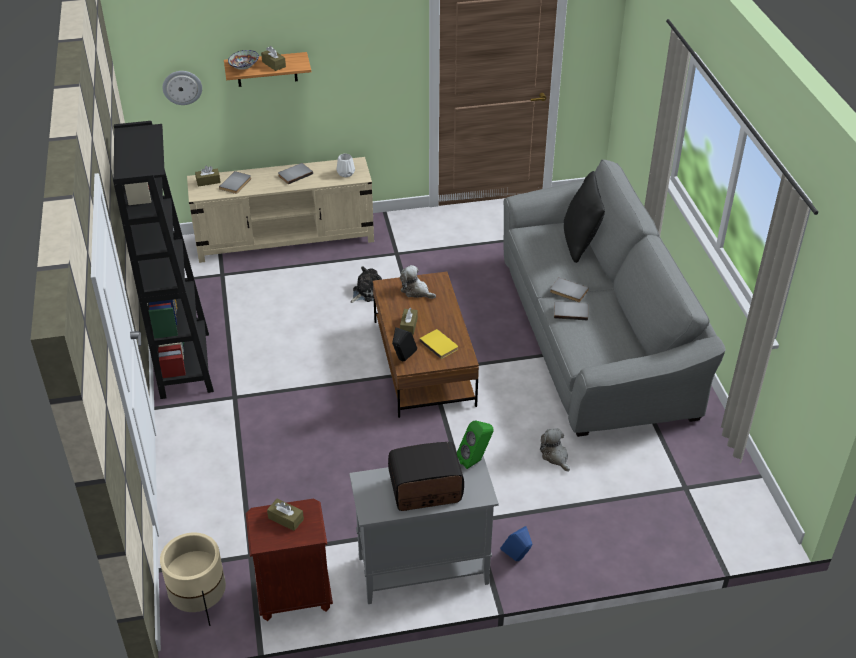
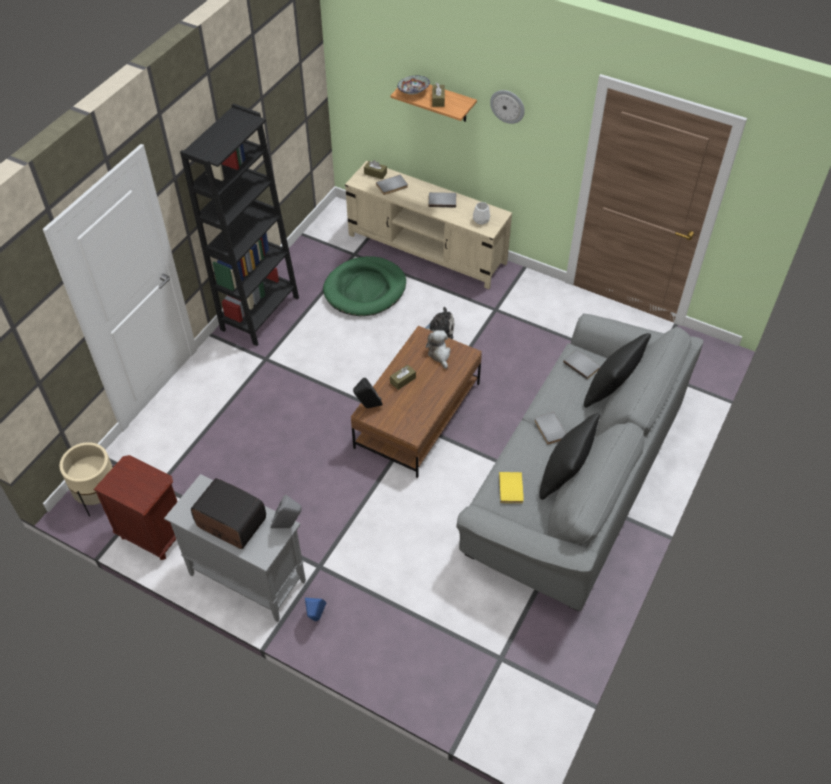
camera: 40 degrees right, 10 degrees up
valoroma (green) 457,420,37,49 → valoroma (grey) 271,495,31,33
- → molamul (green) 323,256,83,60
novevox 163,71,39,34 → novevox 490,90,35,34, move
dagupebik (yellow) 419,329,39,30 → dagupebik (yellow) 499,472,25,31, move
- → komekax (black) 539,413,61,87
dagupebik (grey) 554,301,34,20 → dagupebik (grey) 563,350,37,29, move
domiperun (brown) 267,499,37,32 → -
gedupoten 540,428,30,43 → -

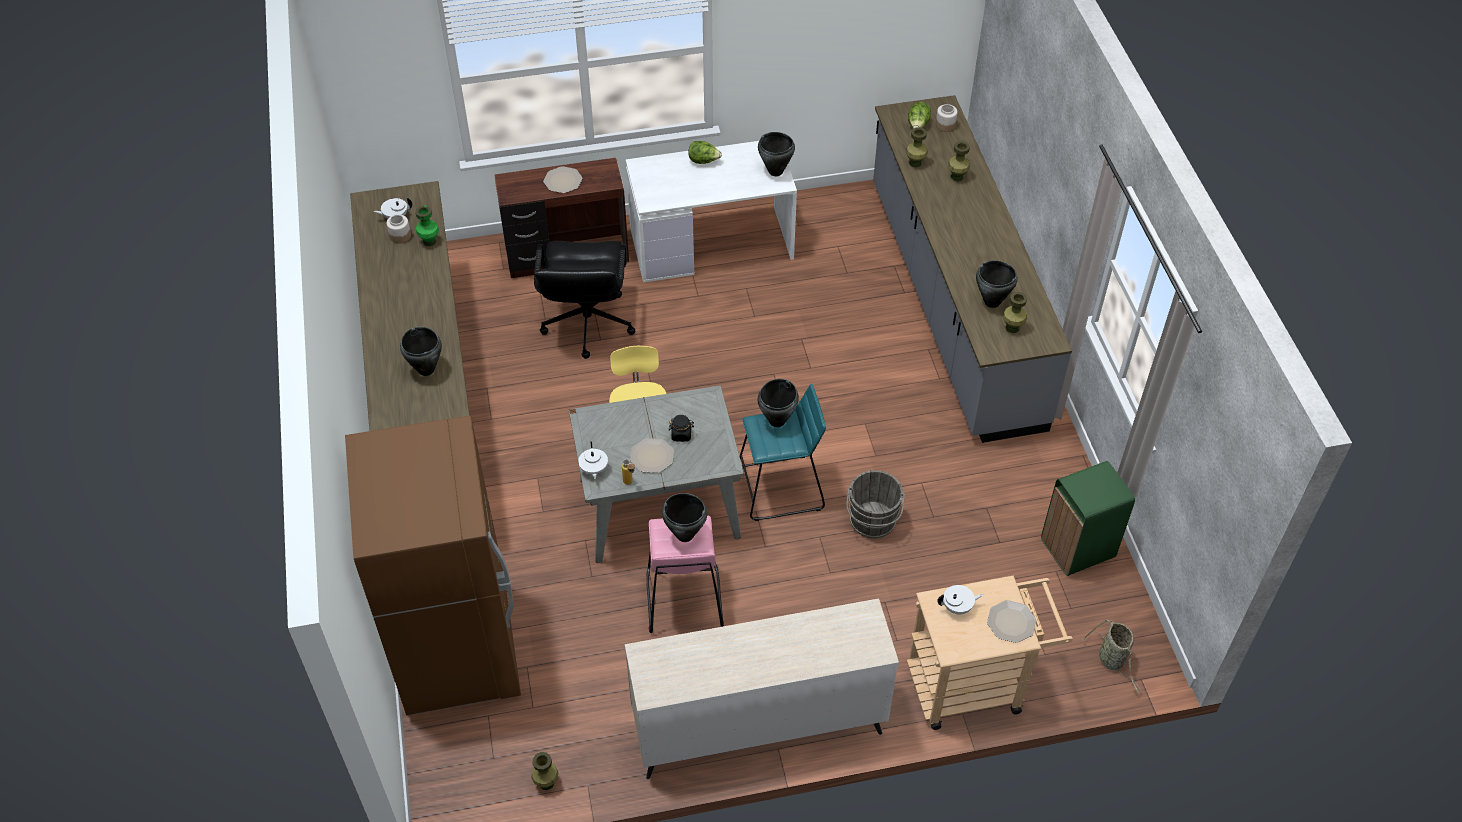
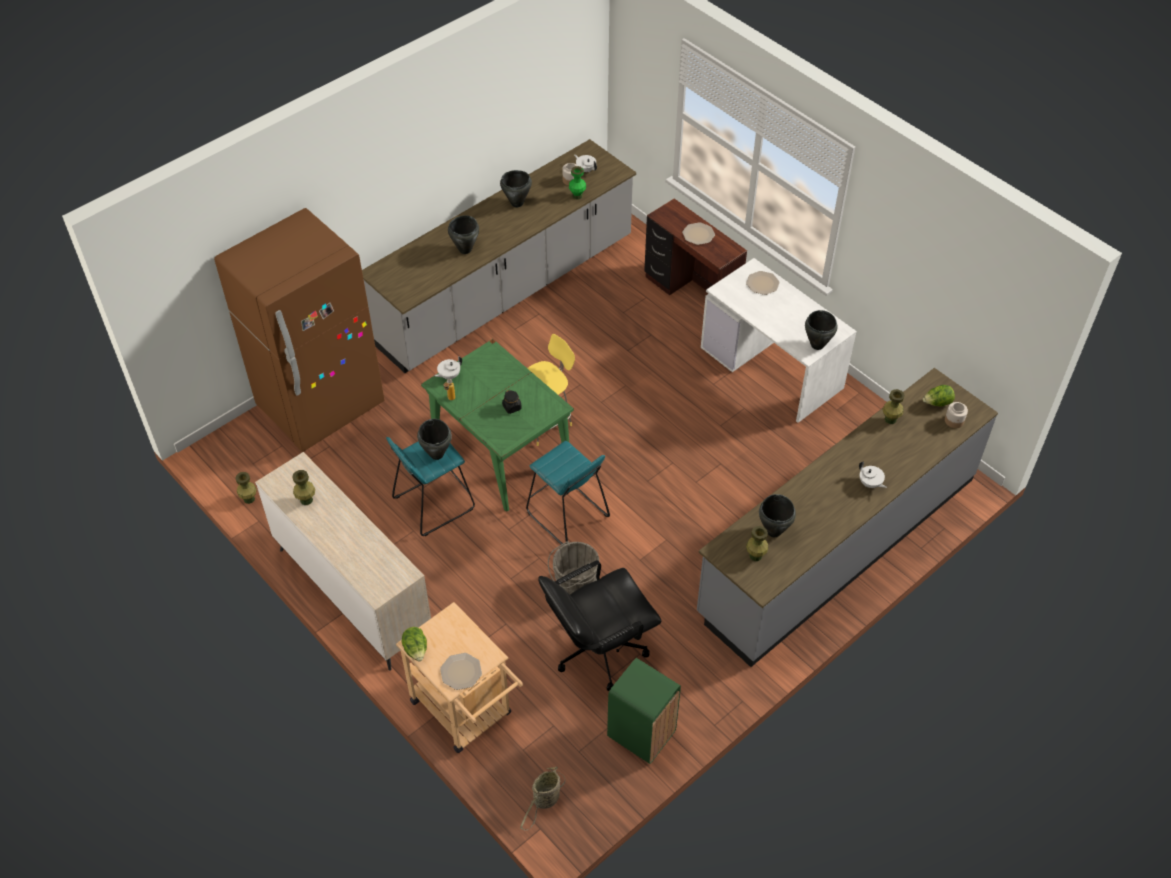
camera: 60 degrees right, 0 degrees up
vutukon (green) 948,141,22,40 → vutukon (green) 293,470,22,35, move
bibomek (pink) 646,515,78,118 → bibomek (turquoise) 386,437,89,99
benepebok 688,141,34,23 → benepebok 402,627,25,34, move
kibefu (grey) 569,385,175,178 → kibefu (green) 421,339,153,172
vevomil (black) 758,379,41,48 → vevomil (black) 500,170,32,37, move
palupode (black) 534,241,101,118 → palupode (black) 538,560,123,131, move
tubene 630,438,44,35 → tubene 746,271,34,24, move
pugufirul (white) 937,585,46,29 → pugufirul (white) 859,462,28,26, move

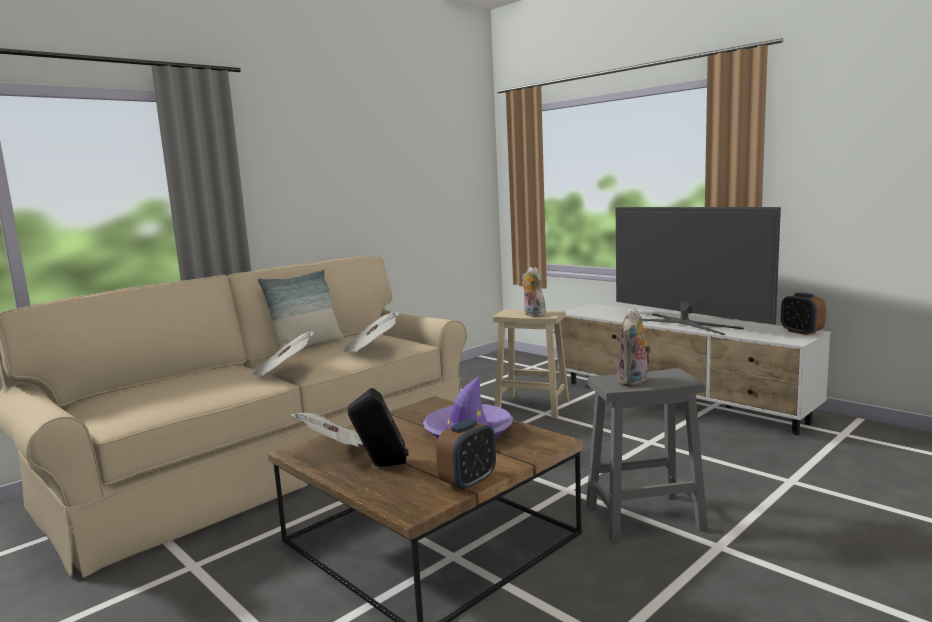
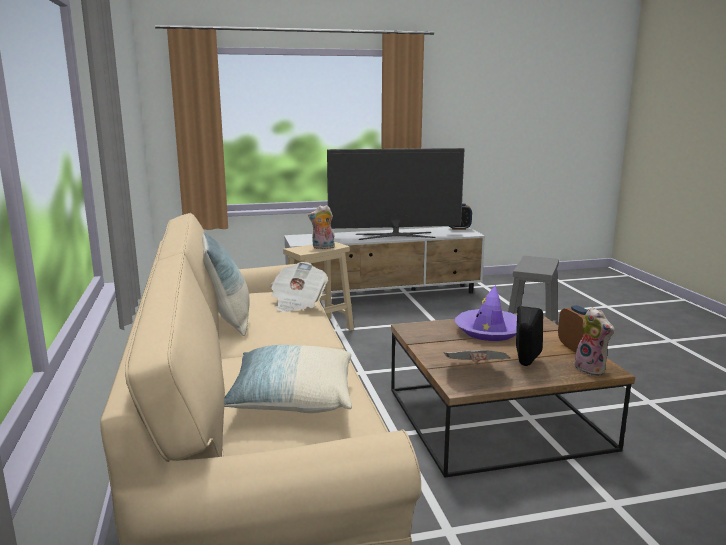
camera: 60 degrees left, 5 degrees up
- → komekax 224,345,128,68
gedupoten 617,308,35,79 → gedupoten 574,307,40,69, move
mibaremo 250,331,64,46 → -

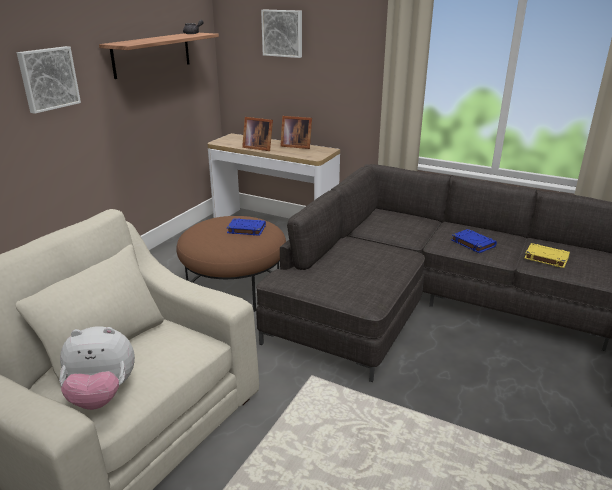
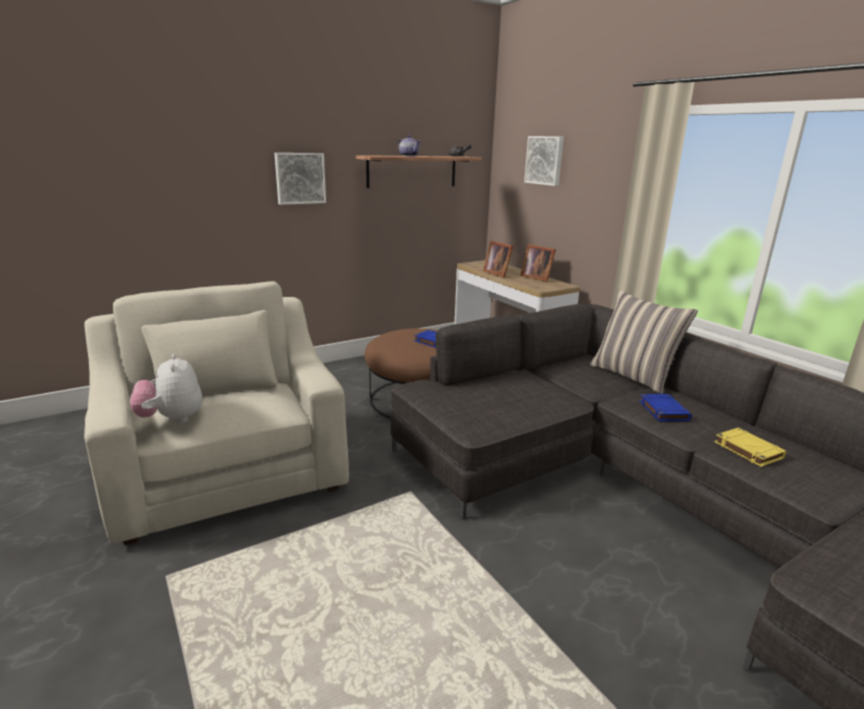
camera: 30 degrees right, 5 degrees down
gedupoten 59,326,76,84 → gedupoten 130,354,72,69, 45 degrees clockwise
- → pugufirul 398,135,22,21
- → komekax 590,289,108,105

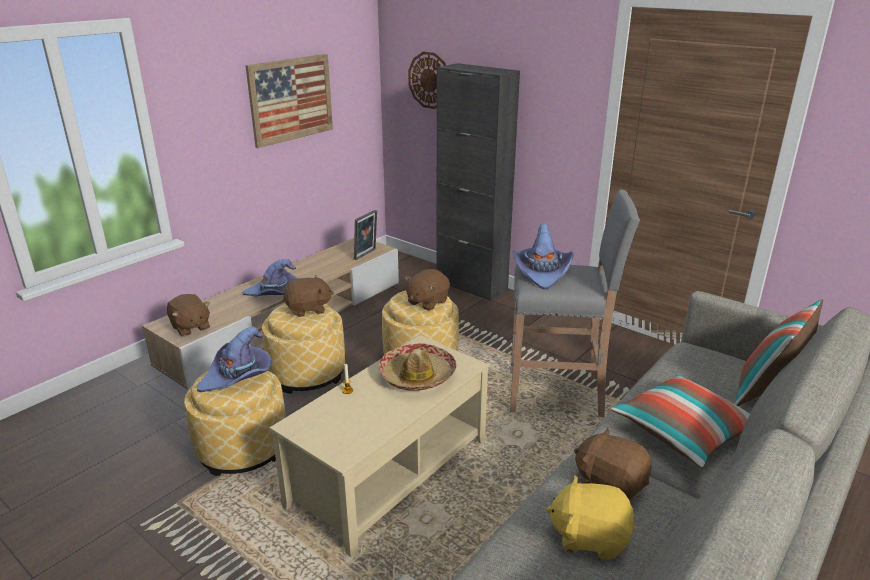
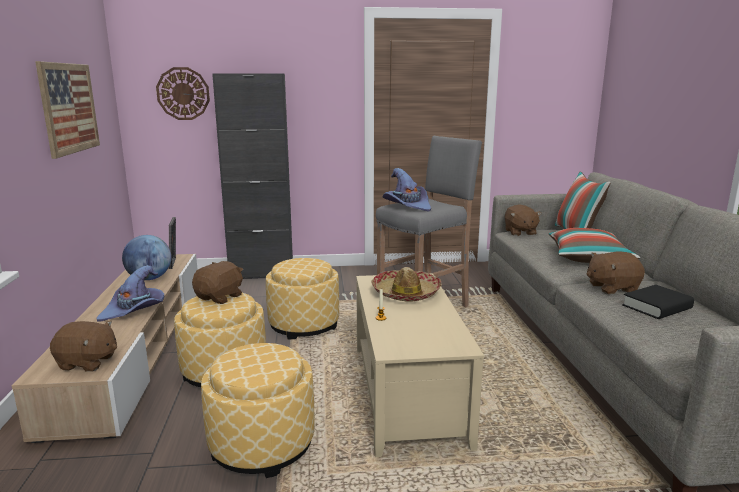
camera: 45 degrees left, 10 degrees down
- → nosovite 122,235,49,45
gedupoten (brown) 405,269,45,42 → gedupoten (brown) 505,204,37,32, move
gedupoten (yellow) 546,475,89,85 → dagupebik (black) 622,285,72,34
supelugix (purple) 197,326,74,66 → -

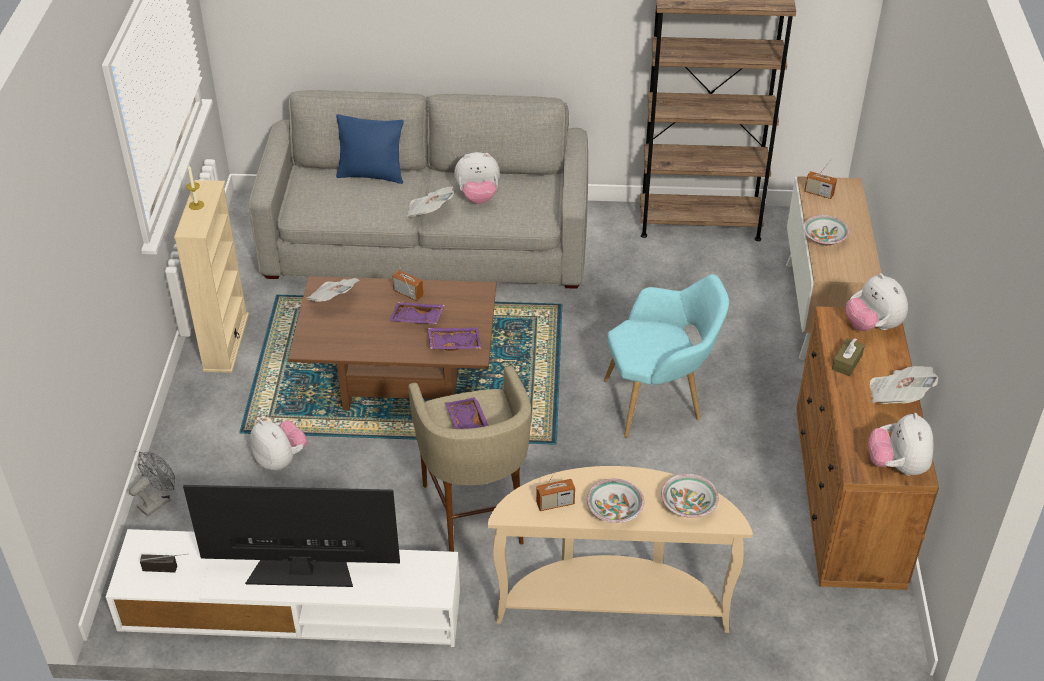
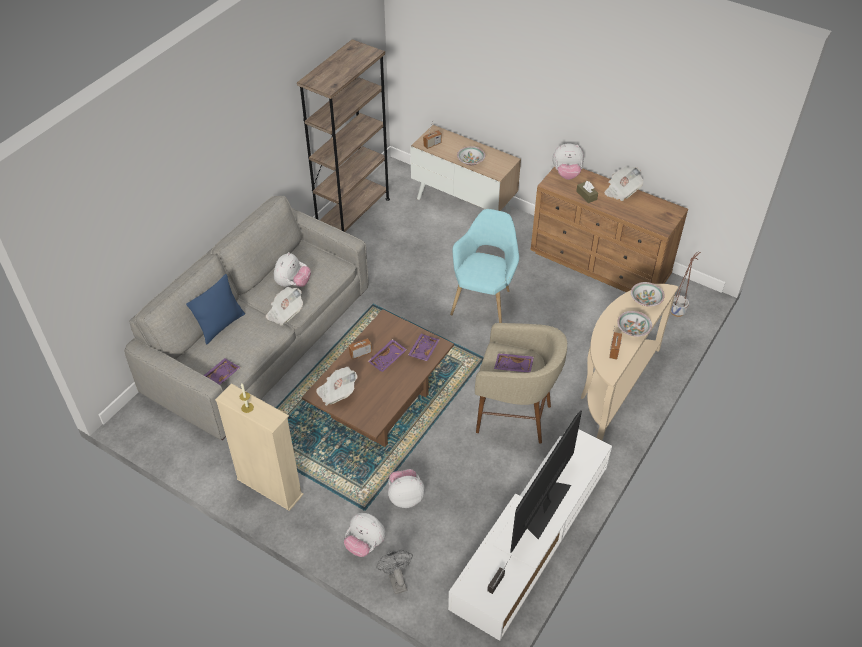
camera: 60 degrees left, 5 degrees up
- → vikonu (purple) 204,358,37,27
gedupoten 868,413,66,63 → gedupoten 344,513,42,44, move
- → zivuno 671,251,30,66

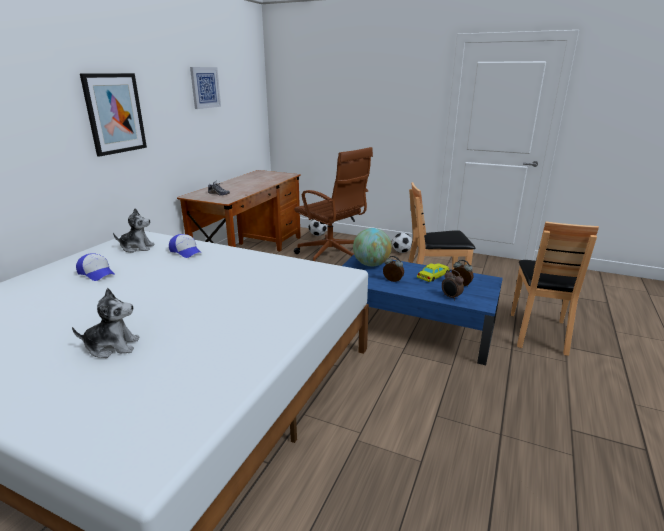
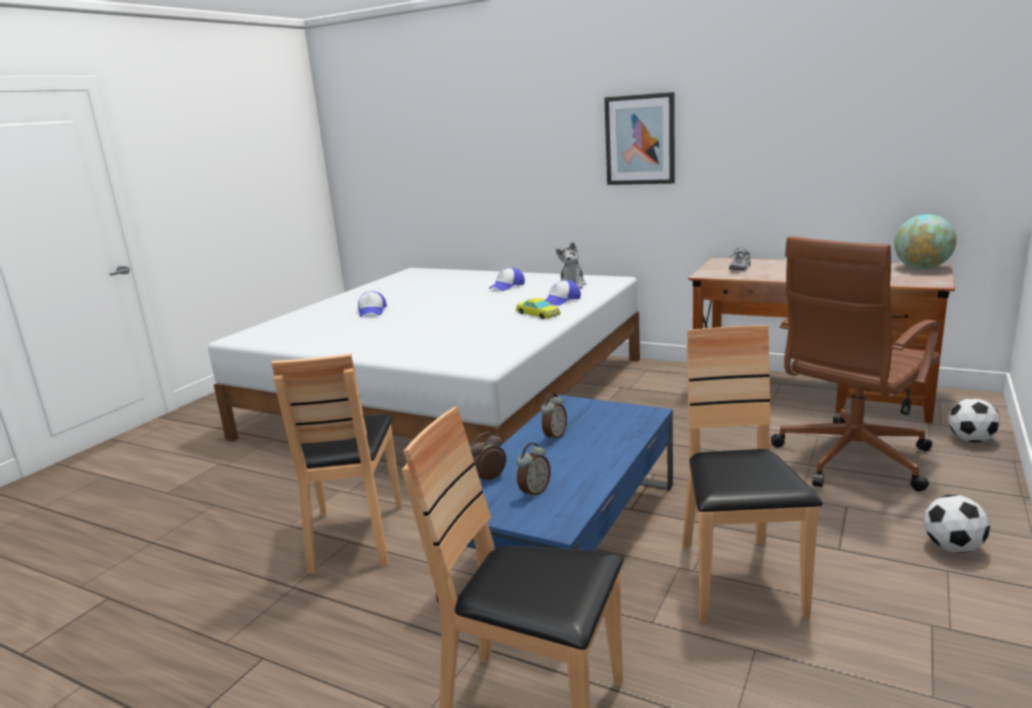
camera: 95 degrees right, 5 degrees down
- → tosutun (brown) 271,354,131,220
gedupoten 72,288,68,70 → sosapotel 358,291,29,26
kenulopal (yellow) 417,263,33,19 → kenulopal (yellow) 516,298,44,21, move
nosovite 353,228,39,39 → nosovite 894,214,63,55, move
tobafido 190,67,31,42 → -

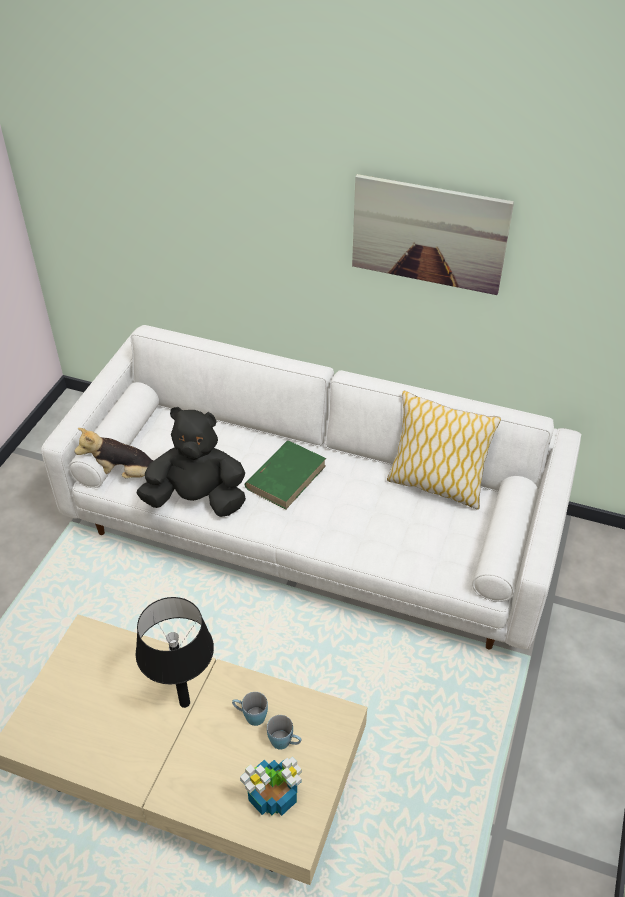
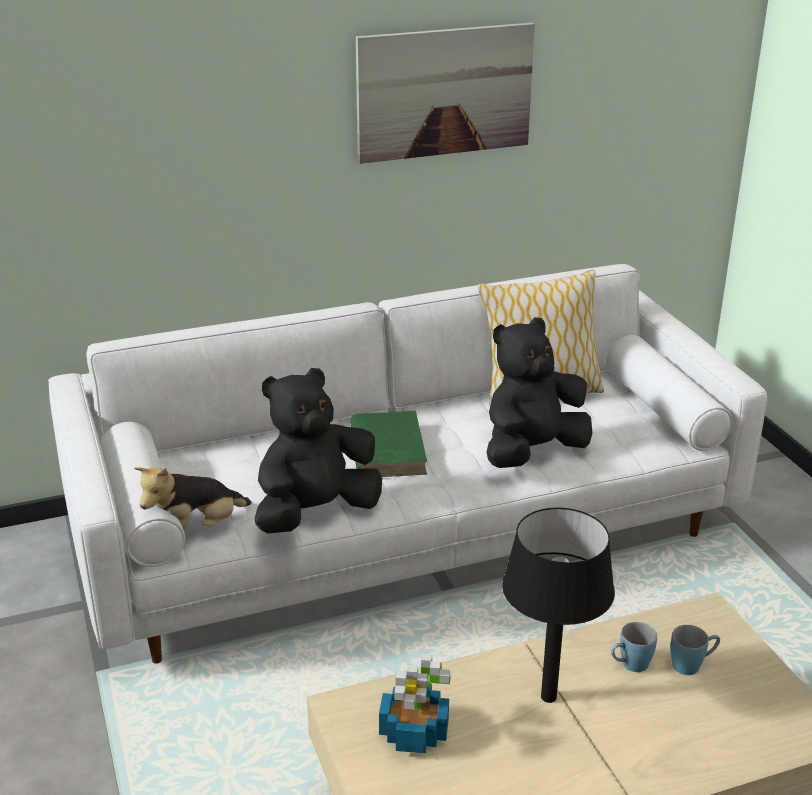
camera: 40 degrees left, 15 degrees down
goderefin 240,756,62,60 → goderefin 379,653,72,101, move
- → gedupoten (black) 487,317,105,151

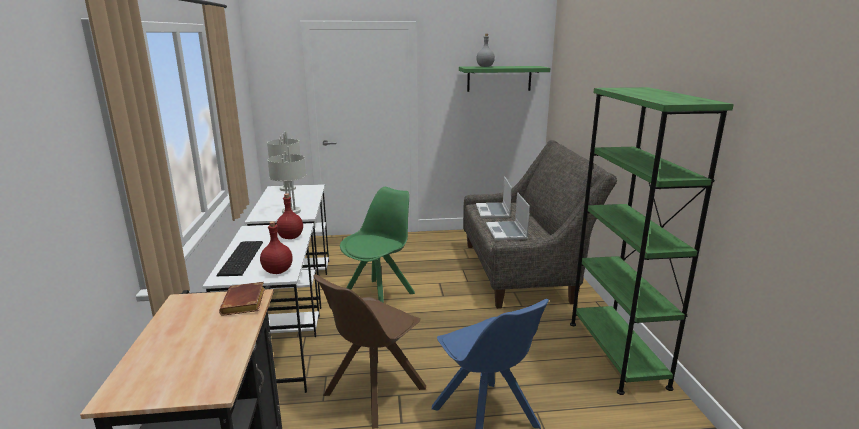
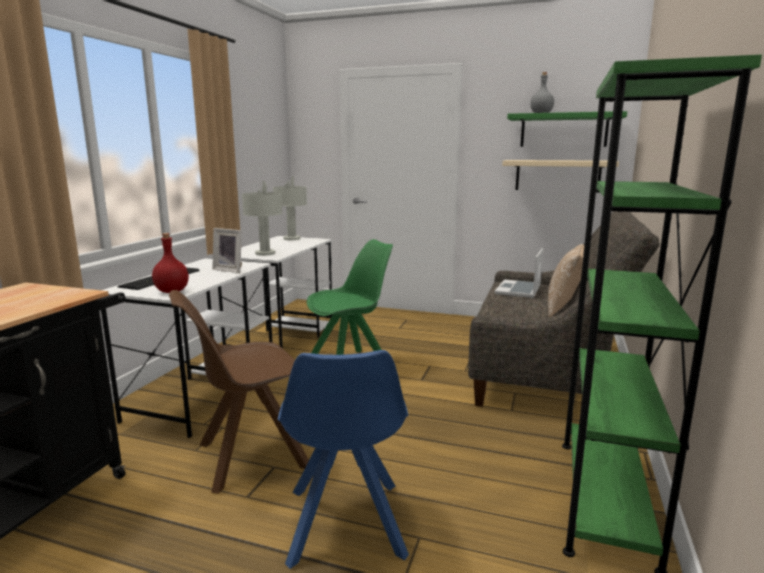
camera: 25 degrees right, 5 degrees down
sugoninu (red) 276,194,27,45 → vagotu 212,228,30,45
- → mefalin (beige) 502,160,117,30
- → komekax 548,244,36,73
dagupebik (brown) 219,282,46,34 → -
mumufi 486,192,44,48 → -

